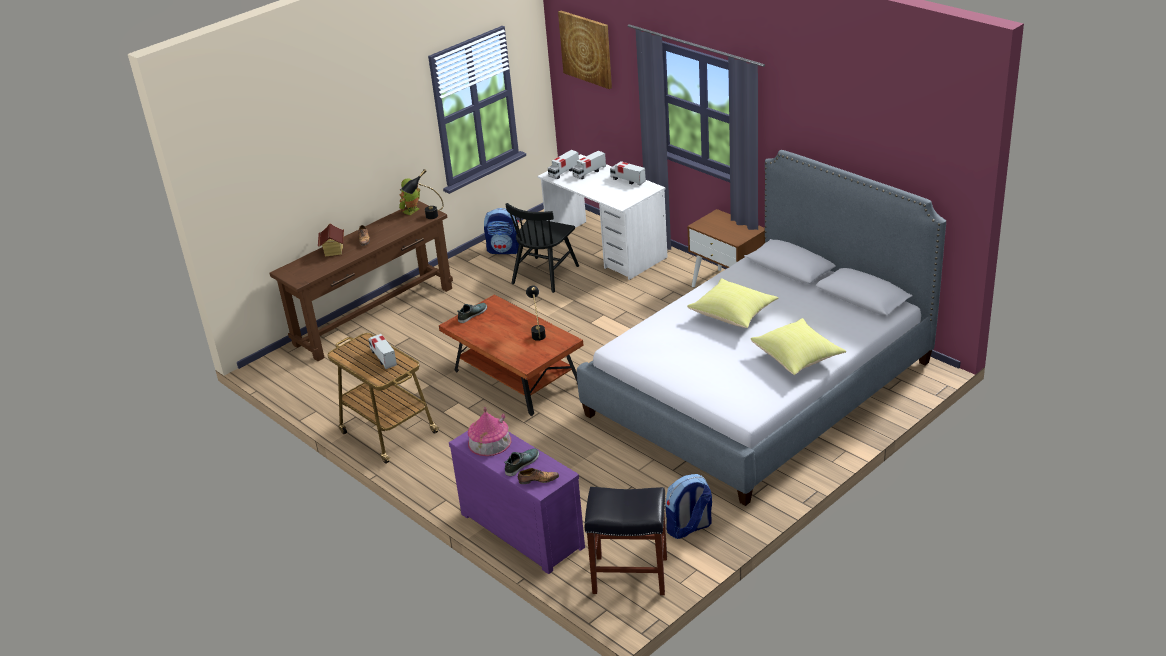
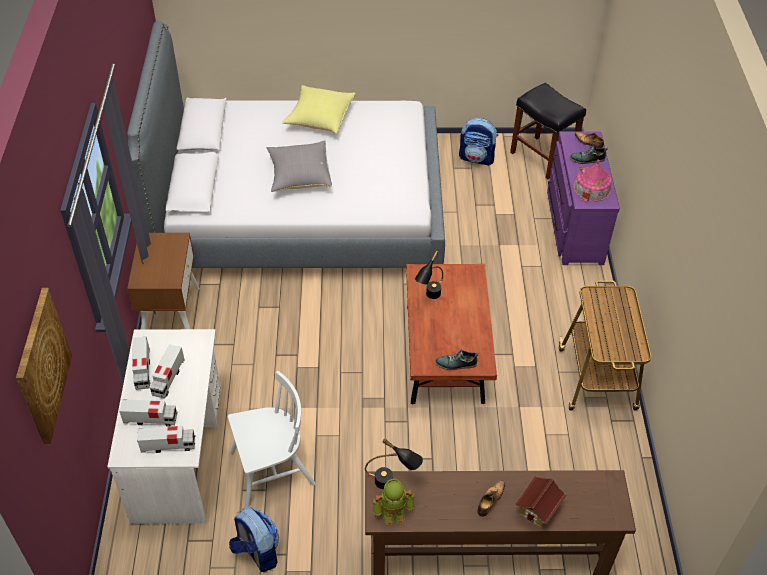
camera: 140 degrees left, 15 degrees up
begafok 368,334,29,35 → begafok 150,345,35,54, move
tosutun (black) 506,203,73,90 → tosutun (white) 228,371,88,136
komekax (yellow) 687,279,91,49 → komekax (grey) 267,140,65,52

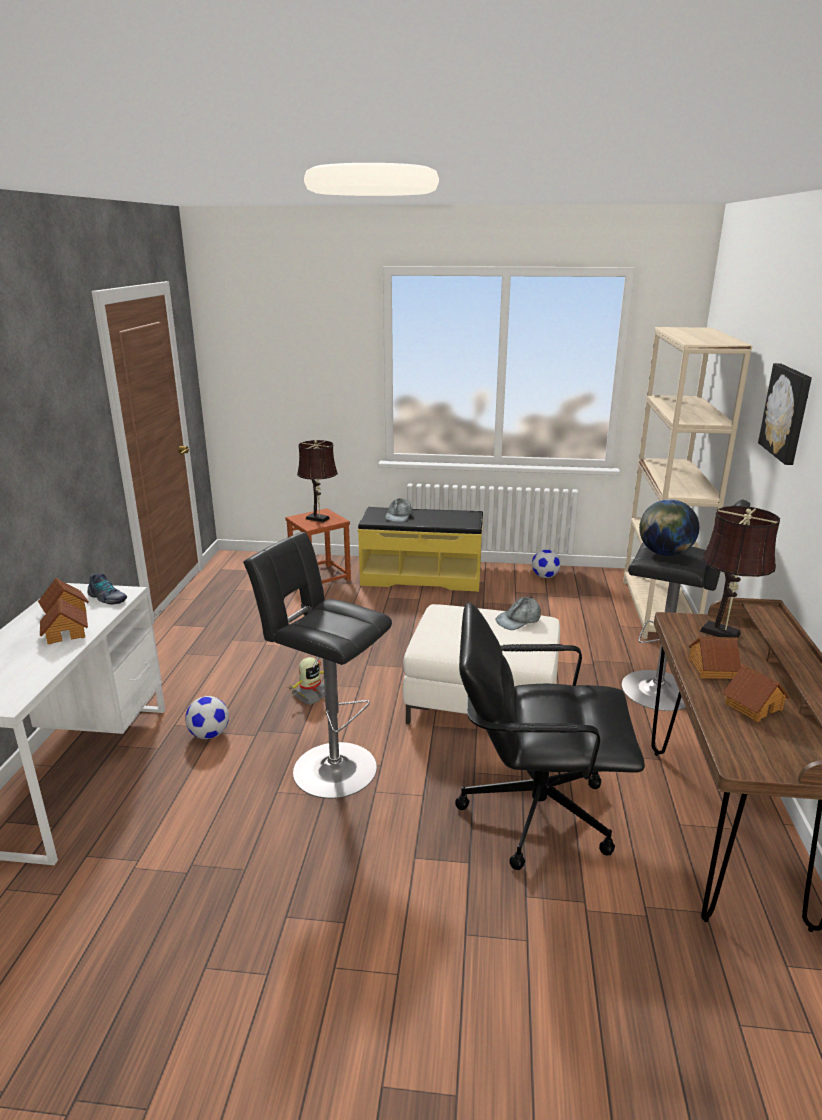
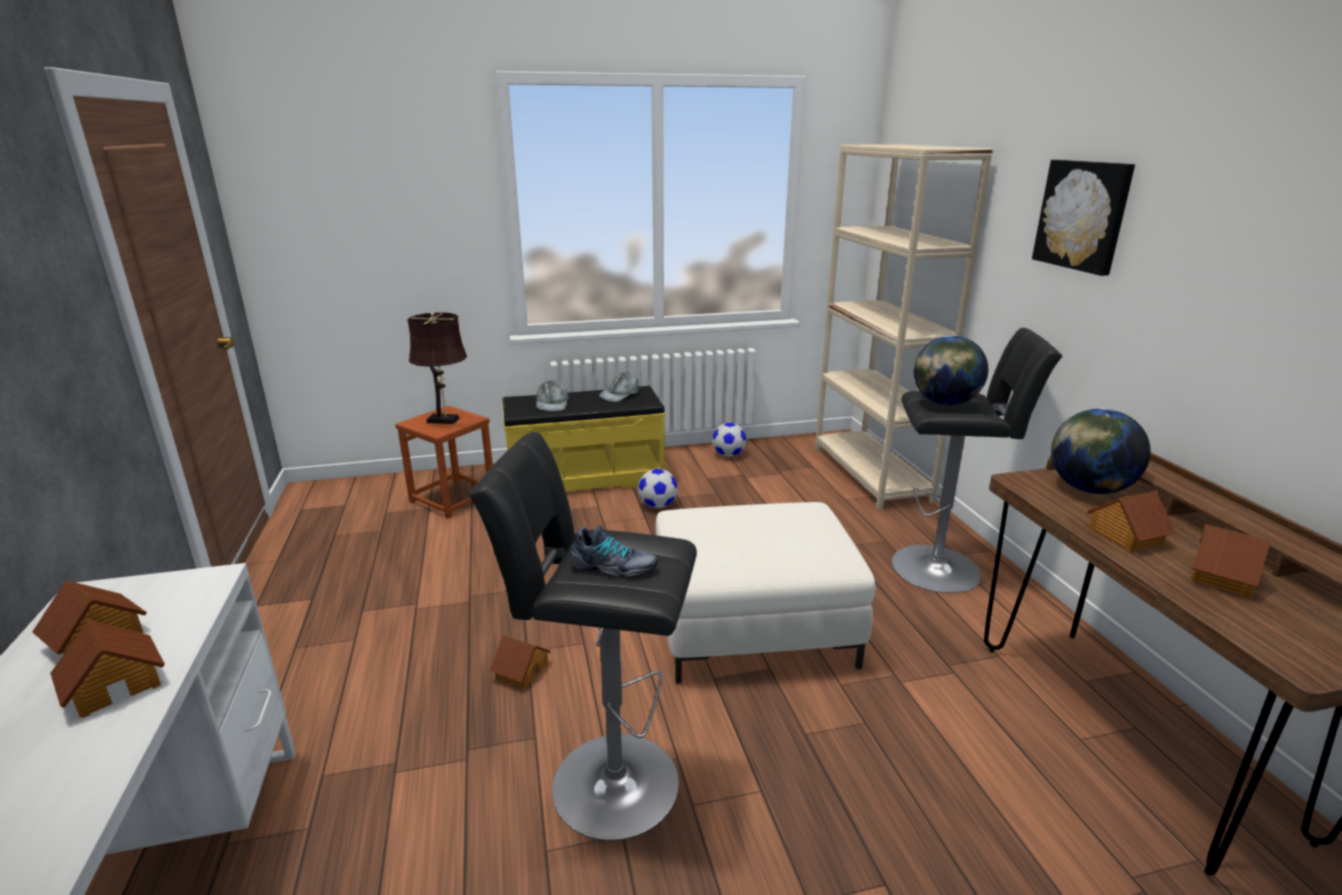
camera: 20 degrees left, 0 degrees up
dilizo 287,657,38,48 → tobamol 490,635,61,53
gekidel 88,573,39,32 → gekidel 569,525,89,53, move
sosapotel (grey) 496,597,45,33 → sosapotel (grey) 599,372,40,30, move
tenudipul 185,696,44,43 → tenudipul 638,469,40,39, move
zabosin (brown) 700,506,80,132 → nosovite 1051,408,100,86
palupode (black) 455,603,190,267 → -

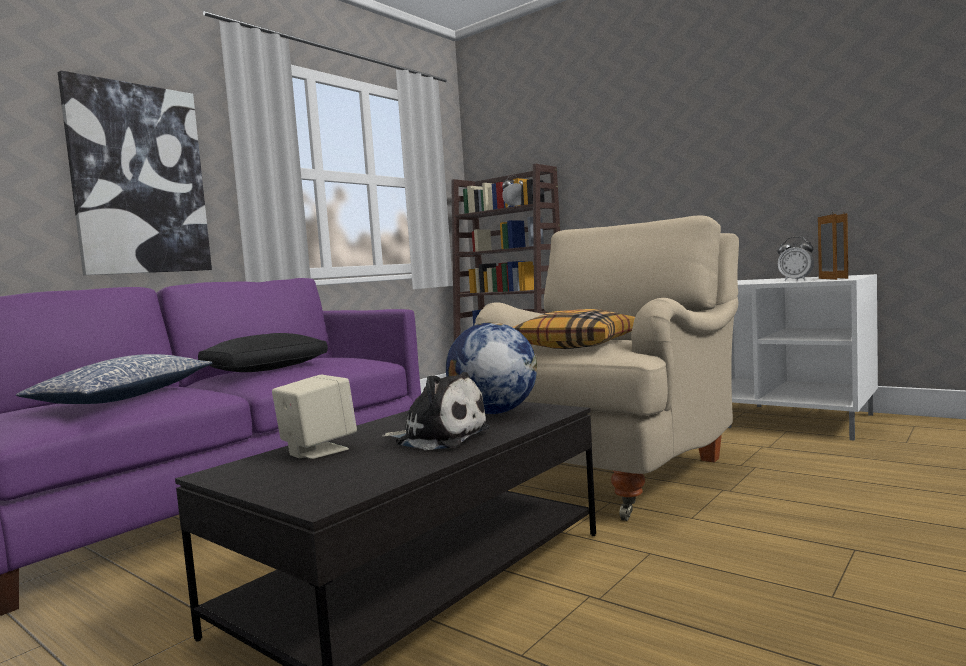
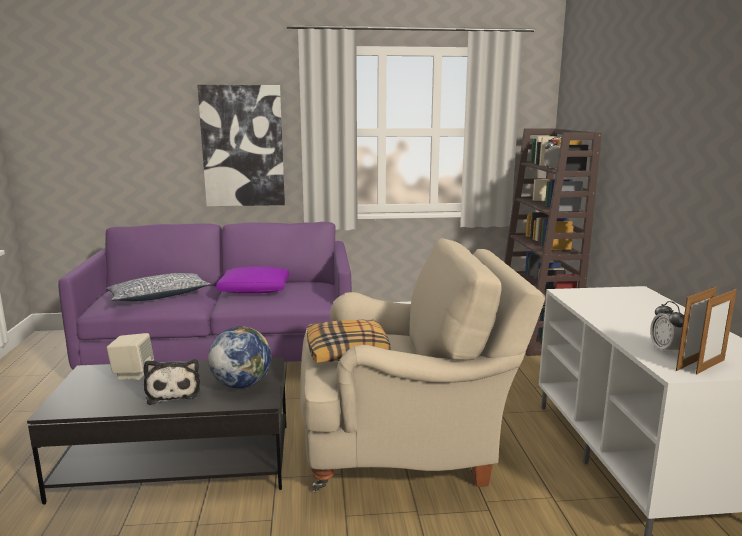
camera: 45 degrees right, 10 degrees up
komekax (black) 198,333,130,39 → komekax (purple) 216,266,73,28

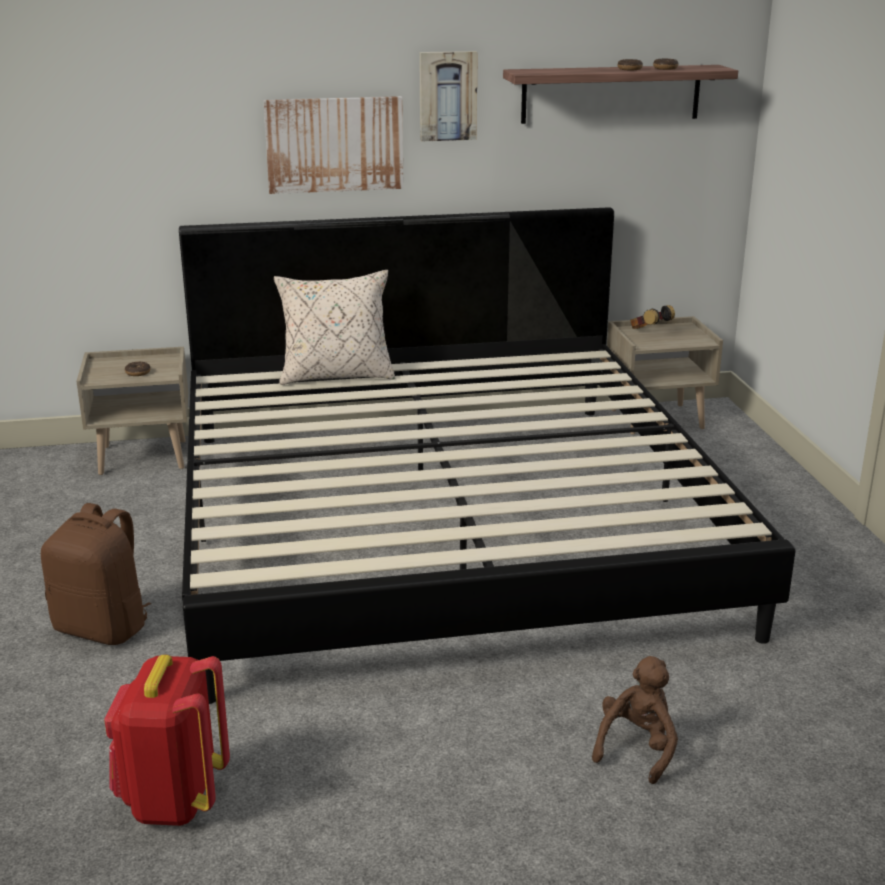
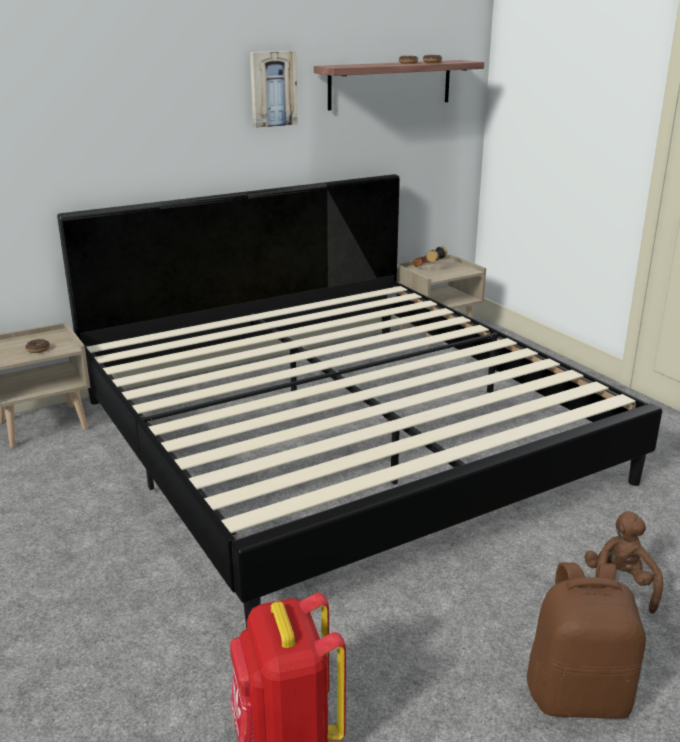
camera: 20 degrees left, 0 degrees up
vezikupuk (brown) 41,503,110,142 → vezikupuk (brown) 527,562,119,157, move
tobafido 263,96,141,98 → -
komekax (beige) 274,270,121,115 → -

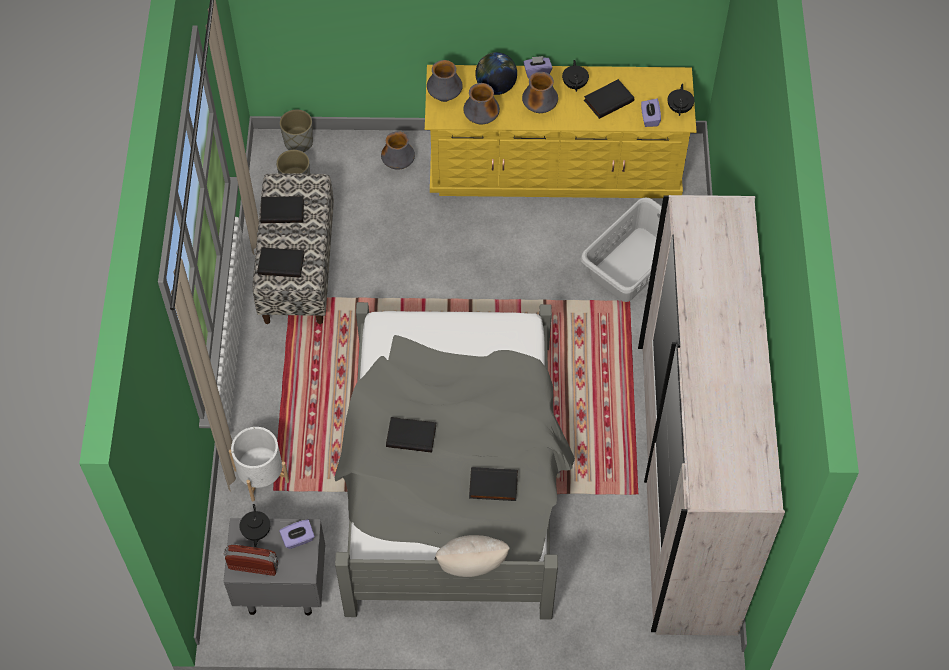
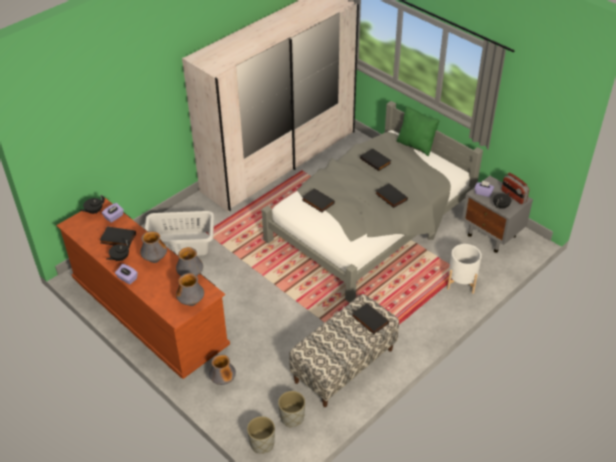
camera: 135 degrees left, 15 degrees down
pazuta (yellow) 425,65,272,133 → pazuta (brown) 56,198,174,181
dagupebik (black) 260,196,44,27 → dagupebik (black) 302,188,33,24, move
komekax (beige) 435,535,75,42 → komekax (green) 397,106,43,50
nosovite 475,52,42,43 → -

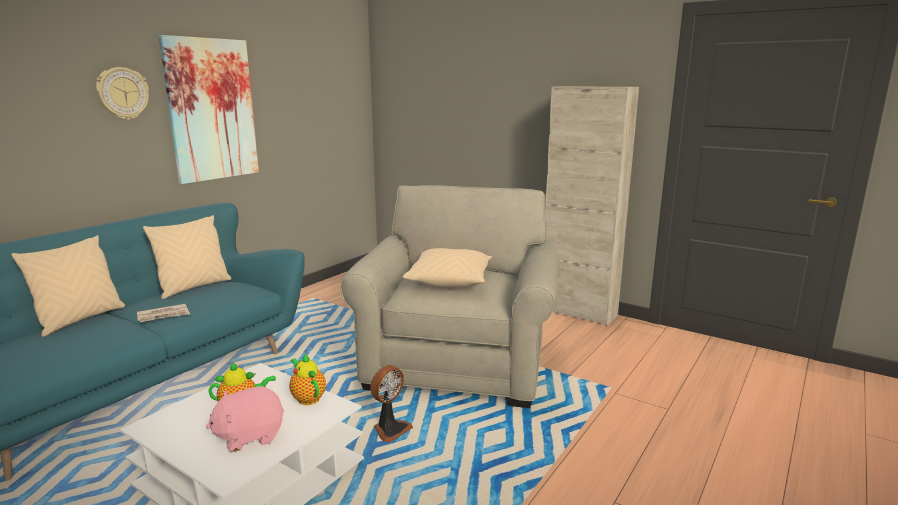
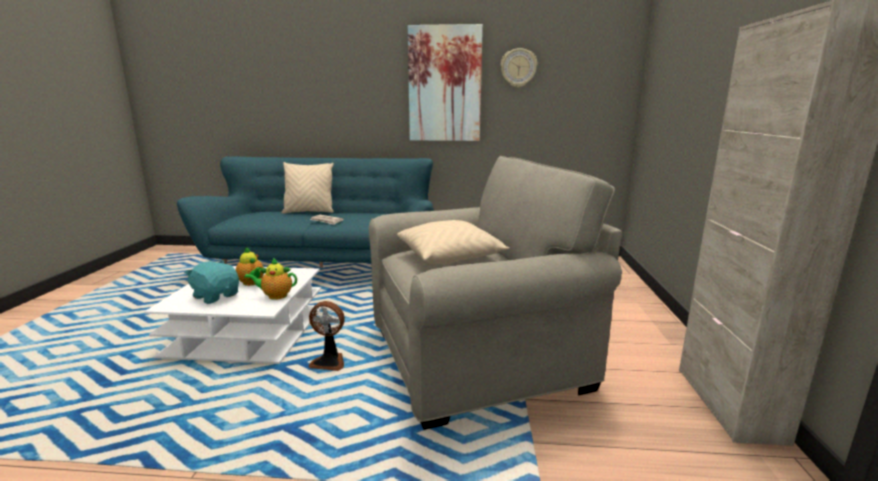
camera: 60 degrees right, 0 degrees up
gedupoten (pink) 206,386,78,66 → gedupoten (turquoise) 184,260,55,44
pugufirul 289,354,37,51 → pugufirul 244,258,53,42, 120 degrees counterclockwise
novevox 96,67,53,53 → novevox 500,48,38,39, move
komekax (beige) 143,215,89,84 → -

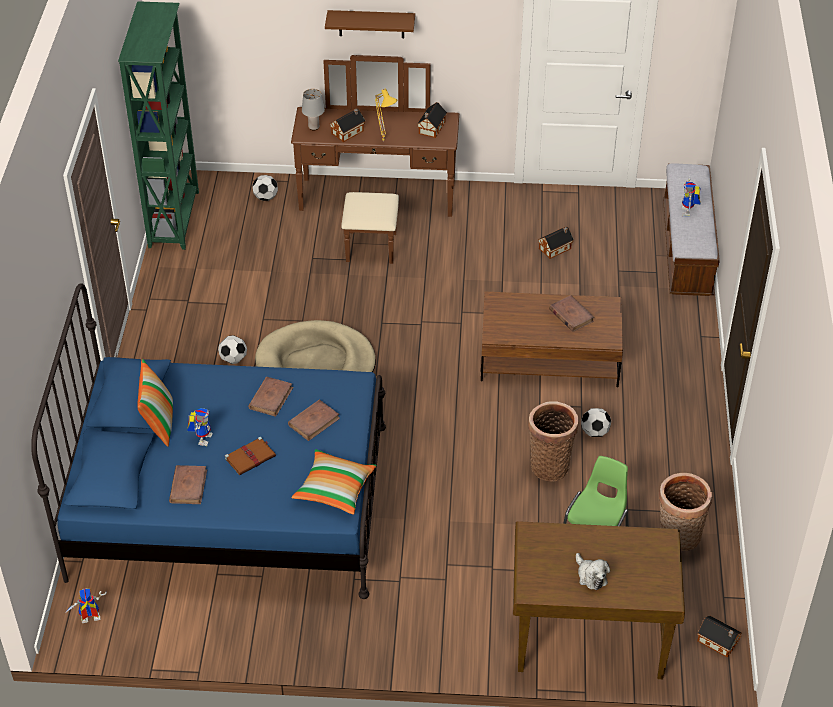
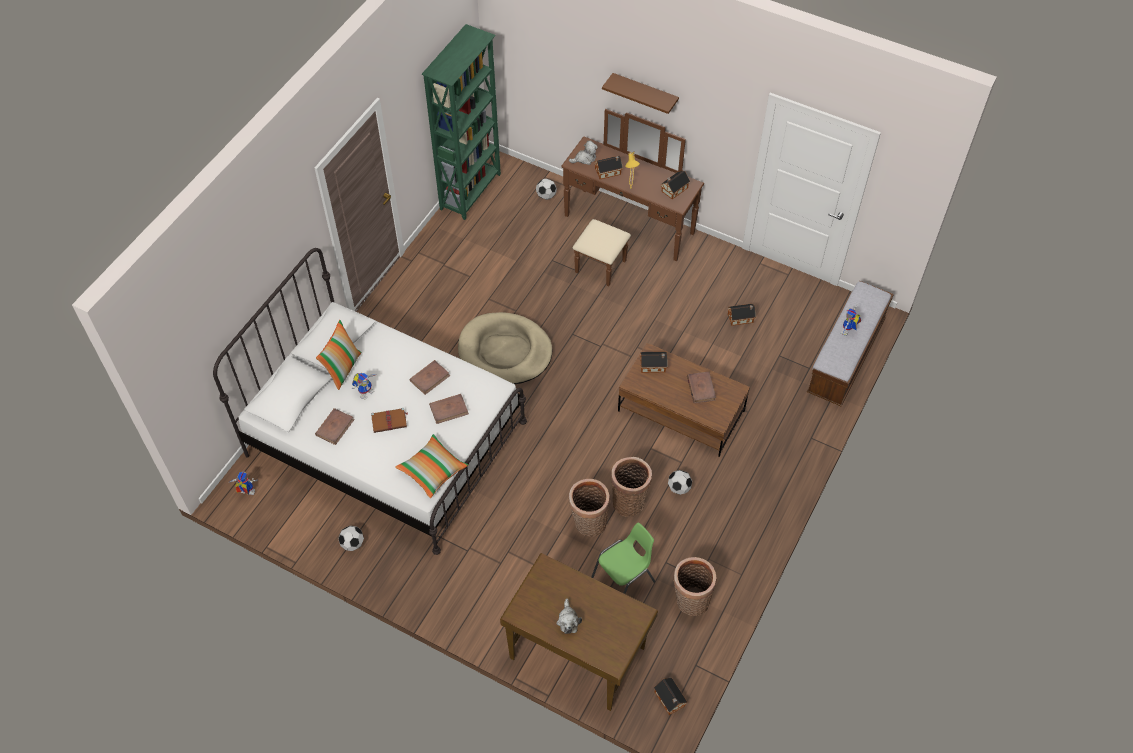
camera: 25 degrees right, 10 degrees up
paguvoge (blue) 31,283,355,316 → paguvoge (white) 213,248,314,307
tenudipul 218,335,29,29 → tenudipul 338,526,26,25, move
zabosin (grey) 302,89,23,41 → gedupoten 569,140,29,25
- → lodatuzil 569,479,41,58
- → tobamol 640,352,27,21

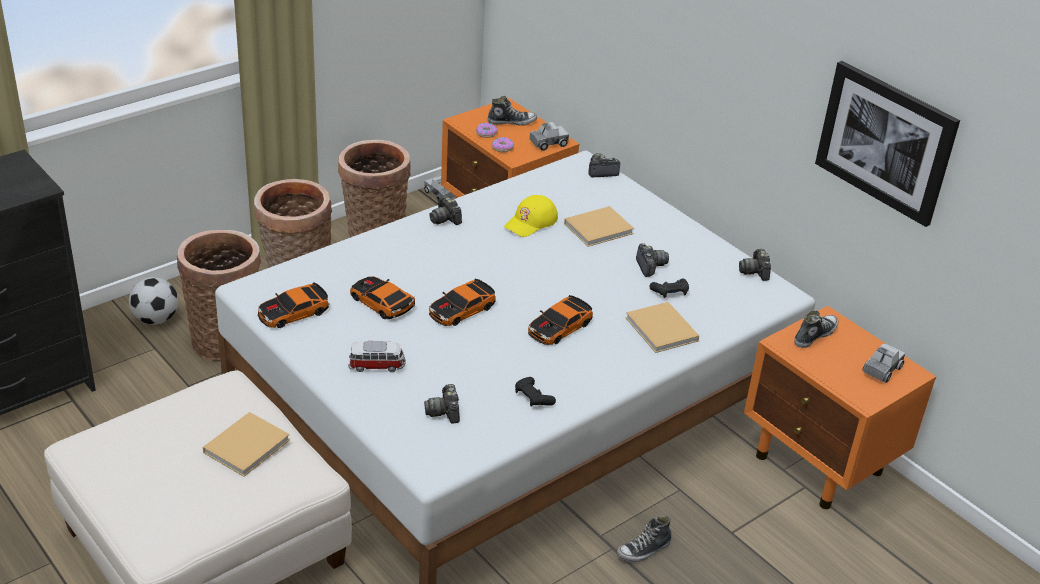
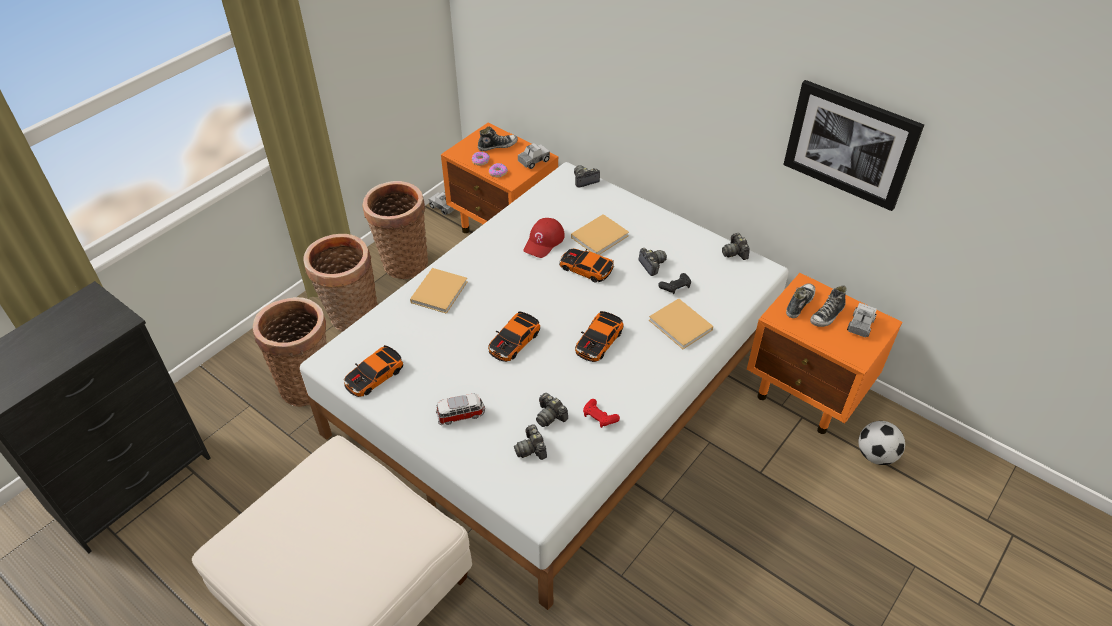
camera: 10 degrees left, 10 degrees up
dagupebik (beige) 203,412,87,65 → dagupebik (beige) 410,268,58,46, move
sosapotel (yellow) 504,195,54,42 → sosapotel (red) 524,218,41,40
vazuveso 429,196,33,29 → vazuveso 536,393,32,34, move
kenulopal 350,276,65,43 → kenulopal 559,248,55,34, move
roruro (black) 515,377,41,30 → roruro (red) 583,399,37,29
gekidel 617,516,55,46 → gekidel 810,285,36,42, move
tenudipul 129,277,49,48 → tenudipul 859,421,46,44, move

